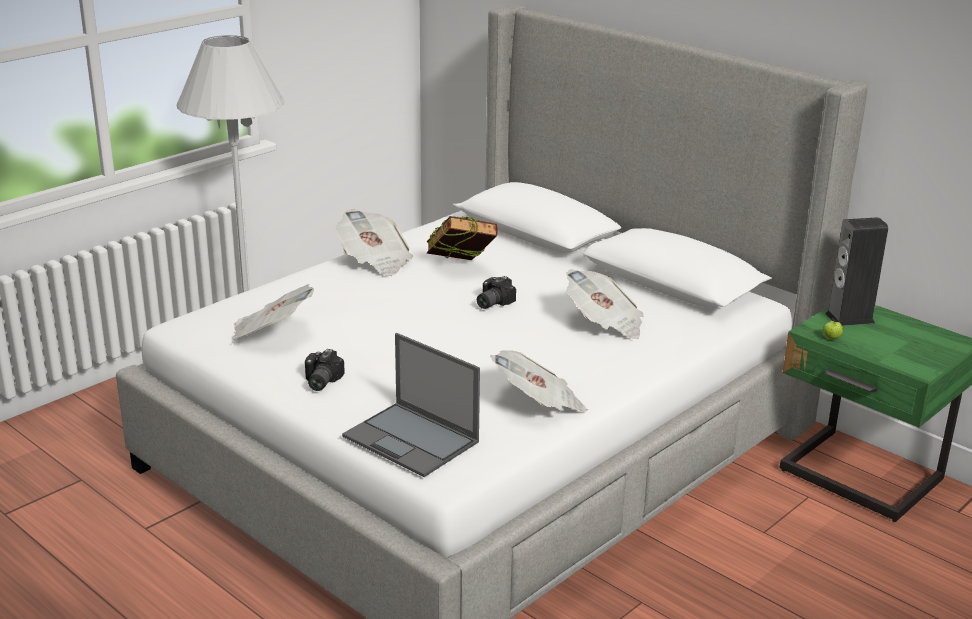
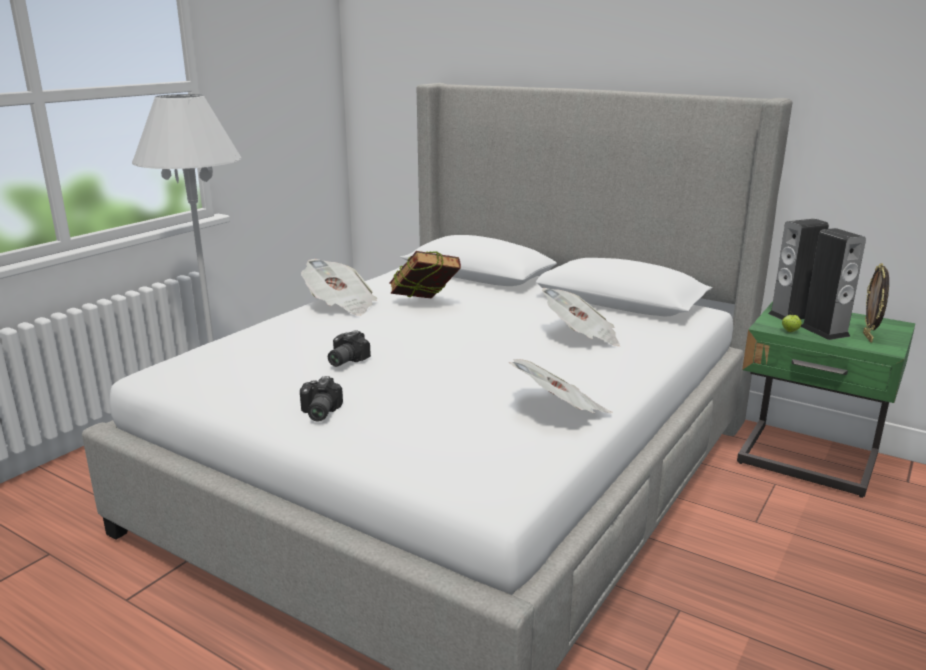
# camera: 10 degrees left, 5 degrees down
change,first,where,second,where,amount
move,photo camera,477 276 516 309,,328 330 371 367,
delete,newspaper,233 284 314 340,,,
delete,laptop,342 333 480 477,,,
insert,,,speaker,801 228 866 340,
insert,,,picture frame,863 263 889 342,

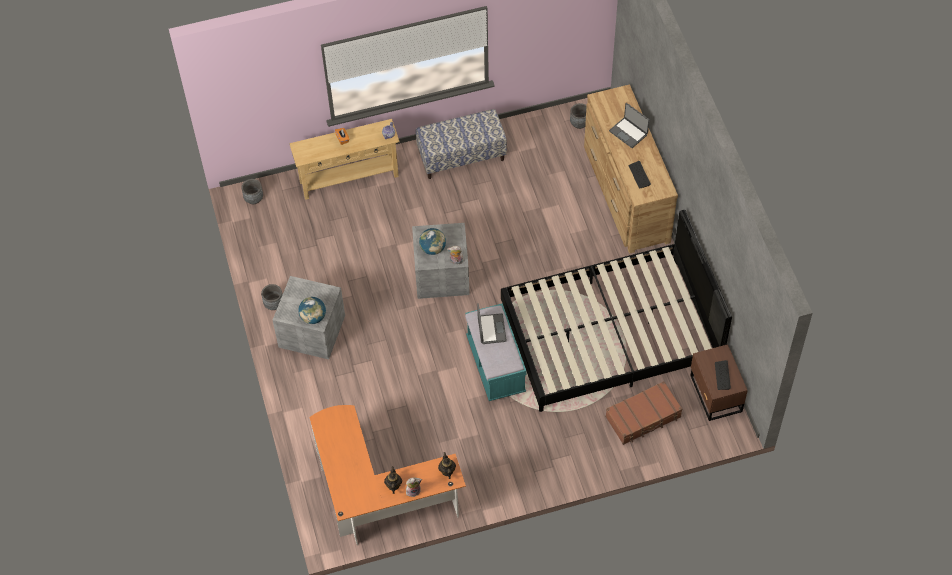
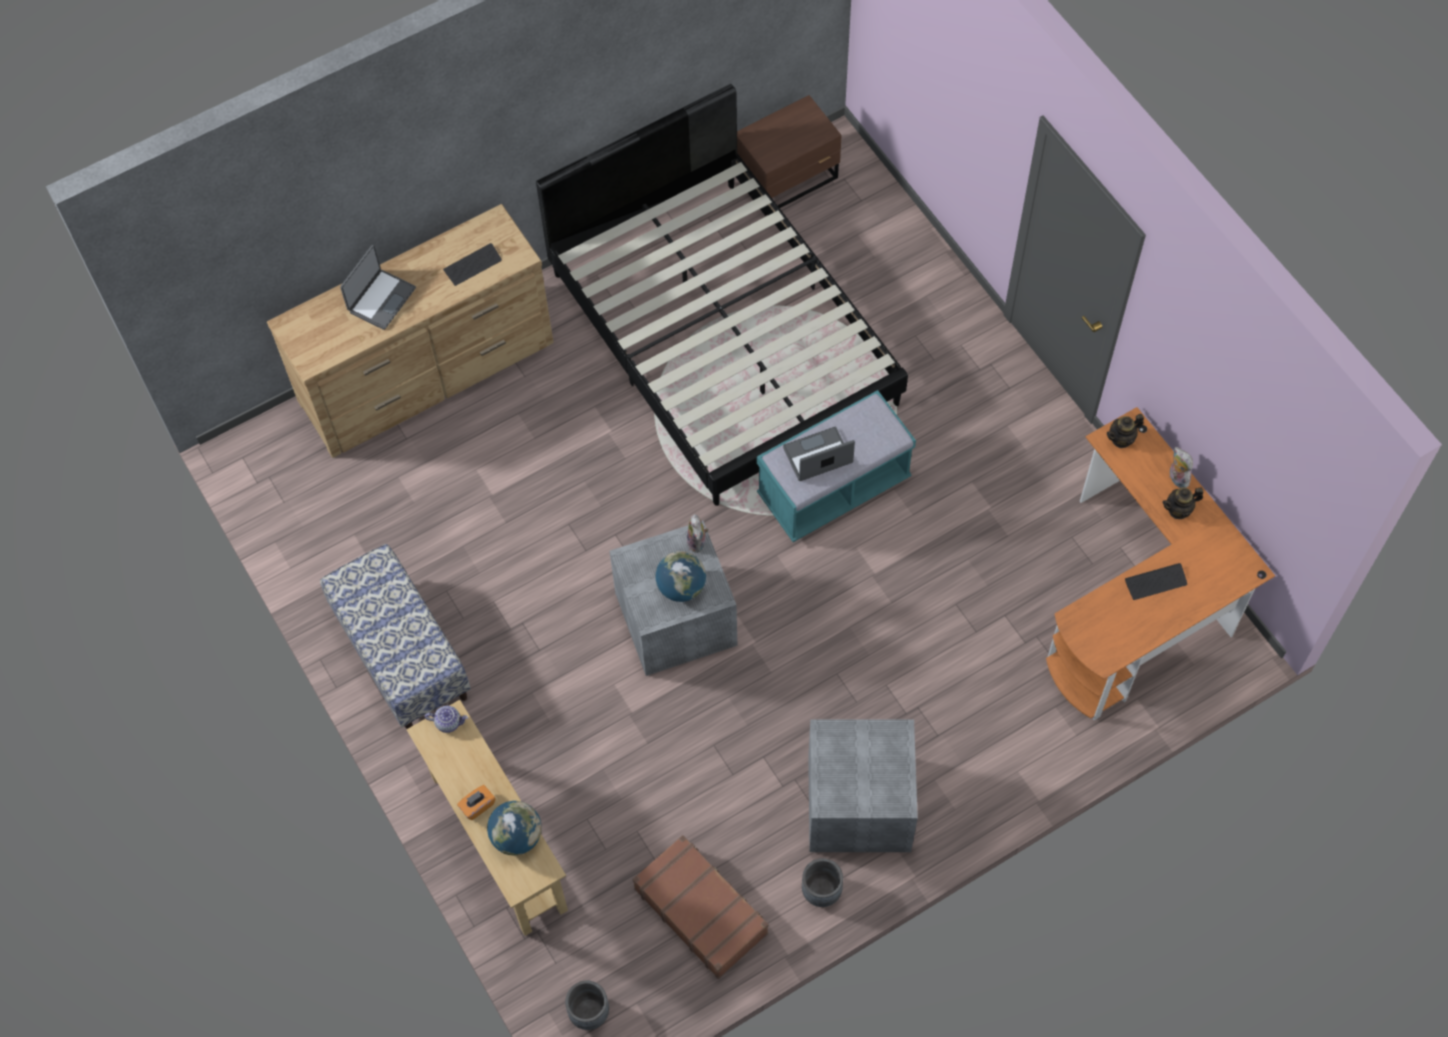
# camera: 105 degrees left, 5 degrees up
change,first,where,second,where,amount
delete,grey planter,570 103 587 129,,,
move,globe,298 297 326 324,,487 801 542 855,
move,keyboard,715 360 731 390,,1125 563 1187 600,
move,brown suitcase,605 381 682 445,,632 835 769 979,

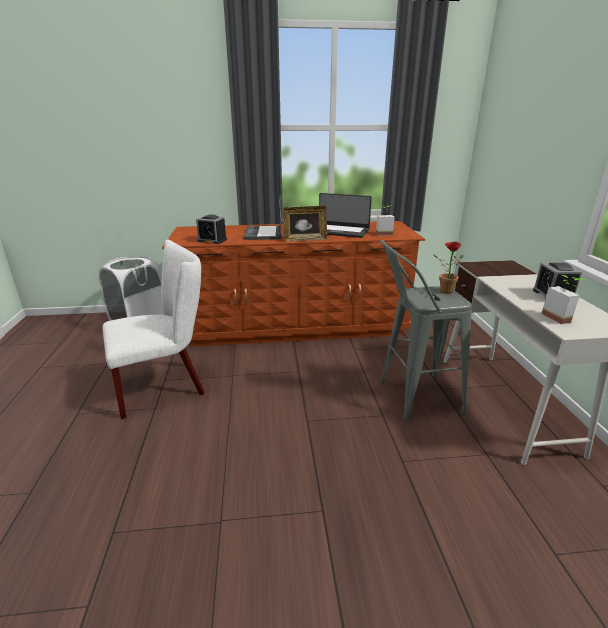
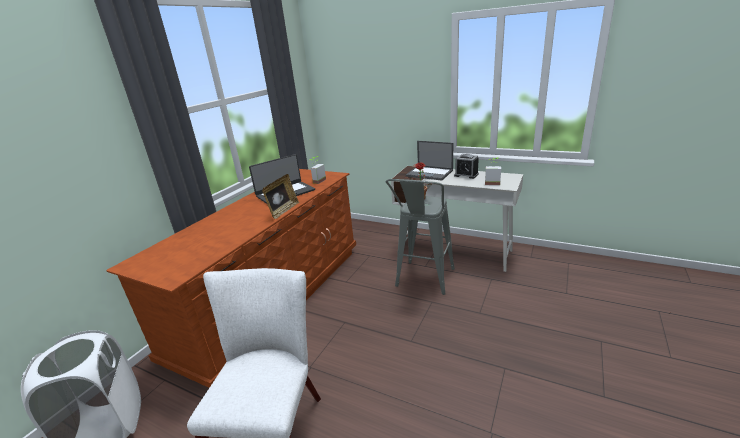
# camera: 55 degrees left, 0 degrees up
change,first,where,second,where,amount
move,laptop,243 195 281 240,,406 141 453 181,
delete,alarm clock,196 215 227 244,,,

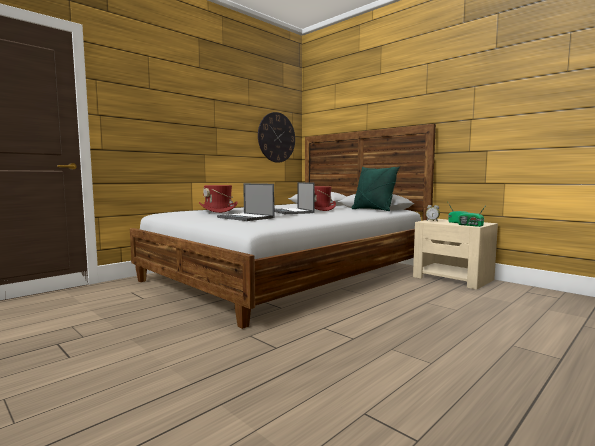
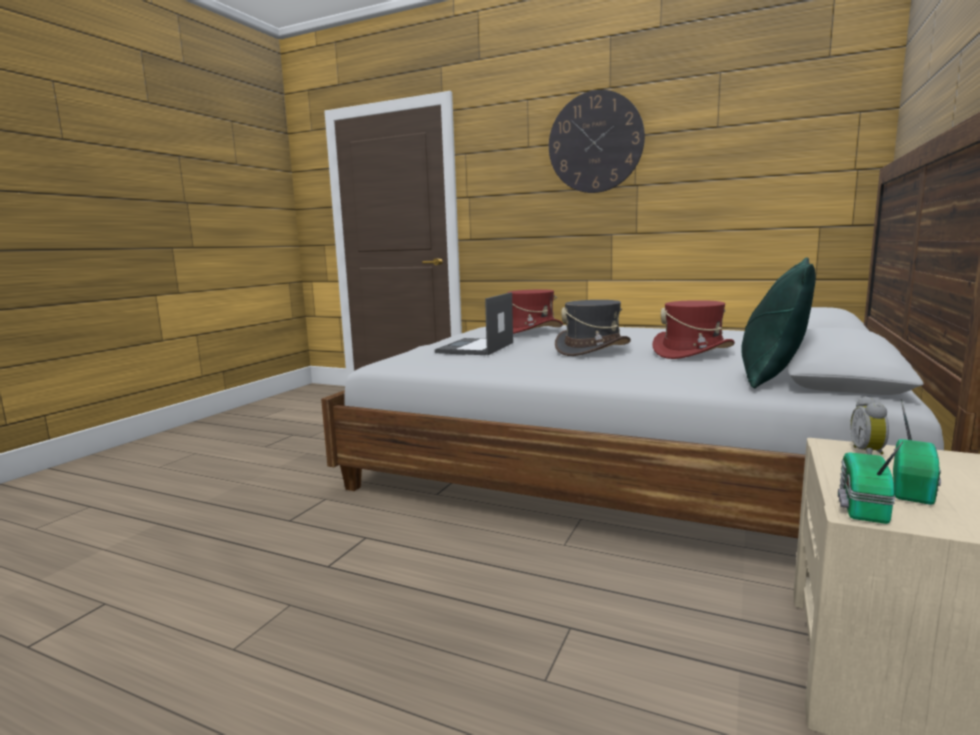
# camera: 70 degrees right, 5 degrees up
change,first,where,second,where,amount
move,wall clock,258 112 295 163,,549 90 645 193,
replace,laptop,274 182 315 214,grey hat,555 300 631 356,

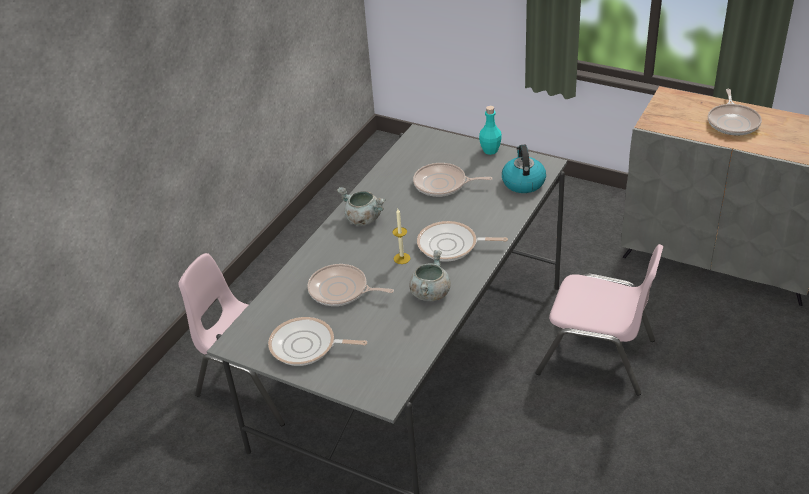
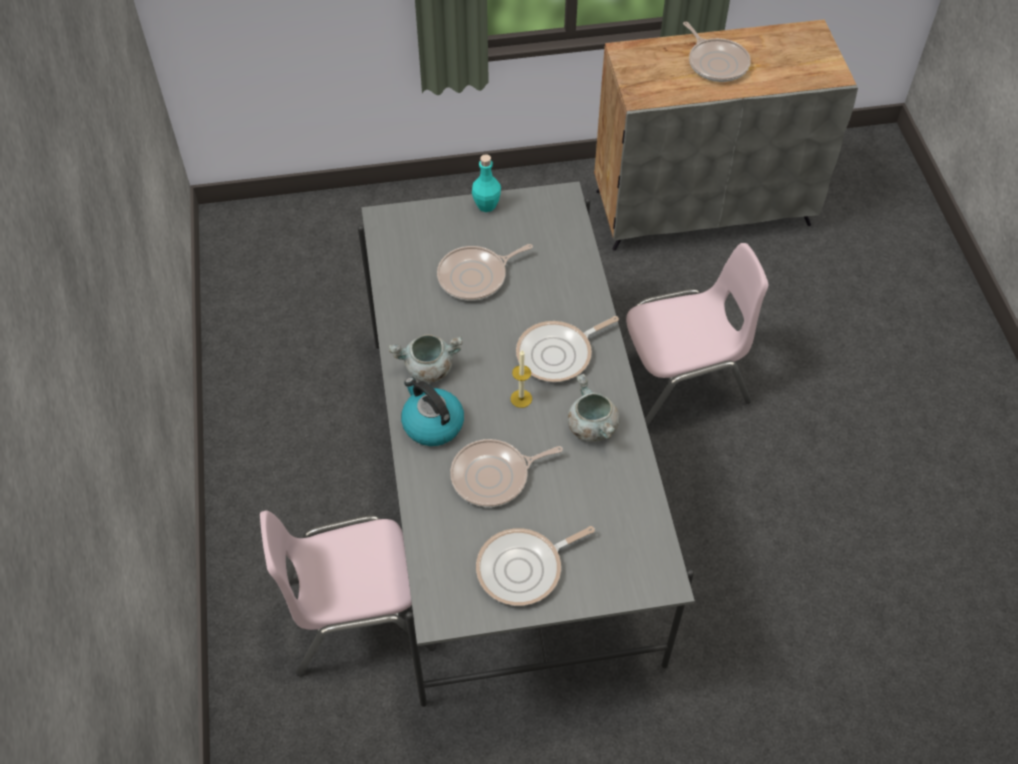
# camera: 40 degrees left, 15 degrees up
change,first,where,second,where,amount
move,kettle,502 145 546 193,,401 377 464 446,

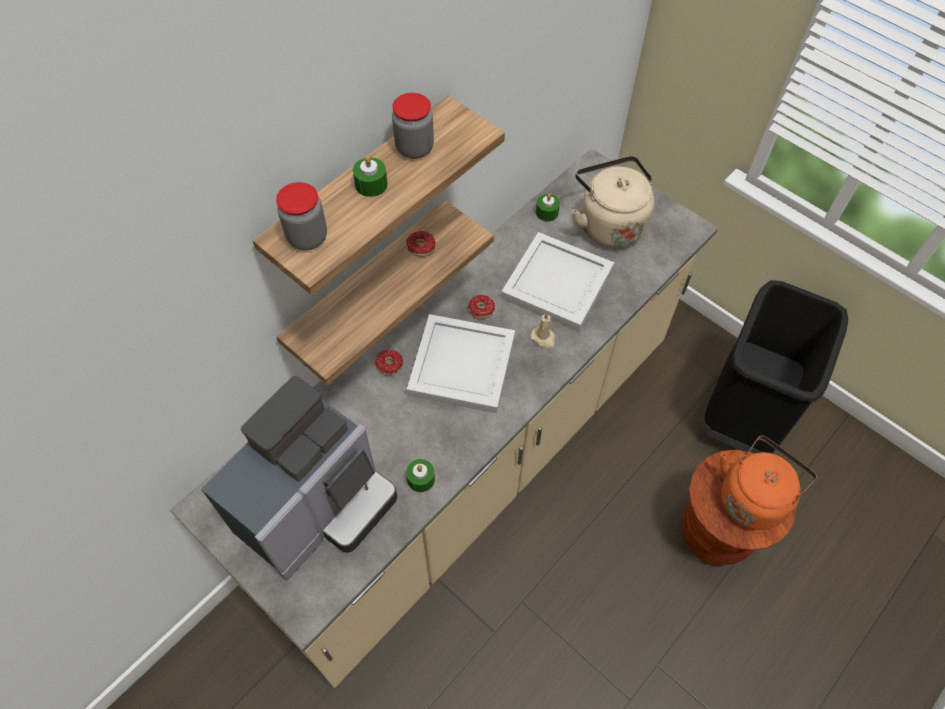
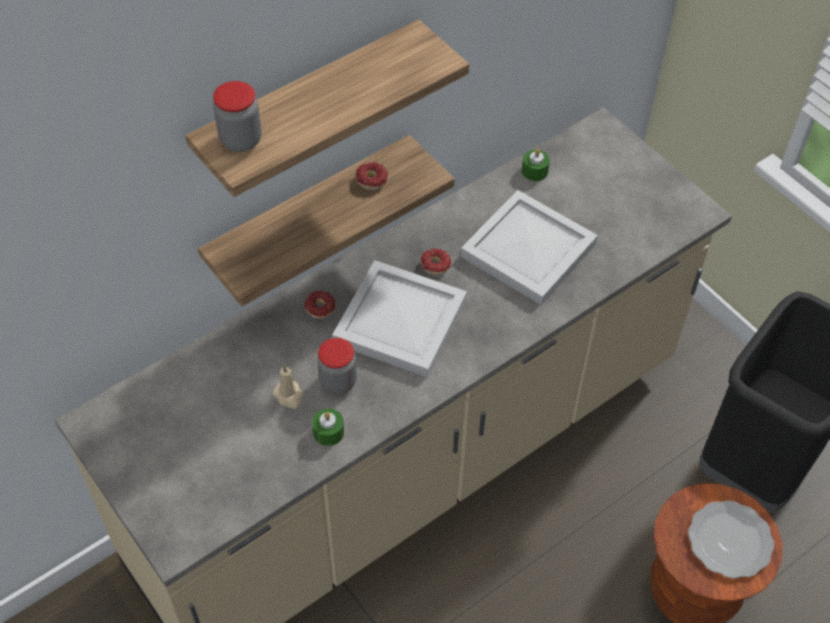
# camera: 10 degrees right, 5 degrees down
change,first,where,second,where,amount
move,jar,392 93 434 159,,317 338 357 394,
delete,green candle,353 156 388 197,,,
delete,beige kettle,572 156 655 248,,,
move,beige candle,531 313 555 348,,273 365 303 409,
delete,coffee machine,201 376 397 580,,,
replace,orange kettle,720 436 817 530,plate,688 500 774 579,

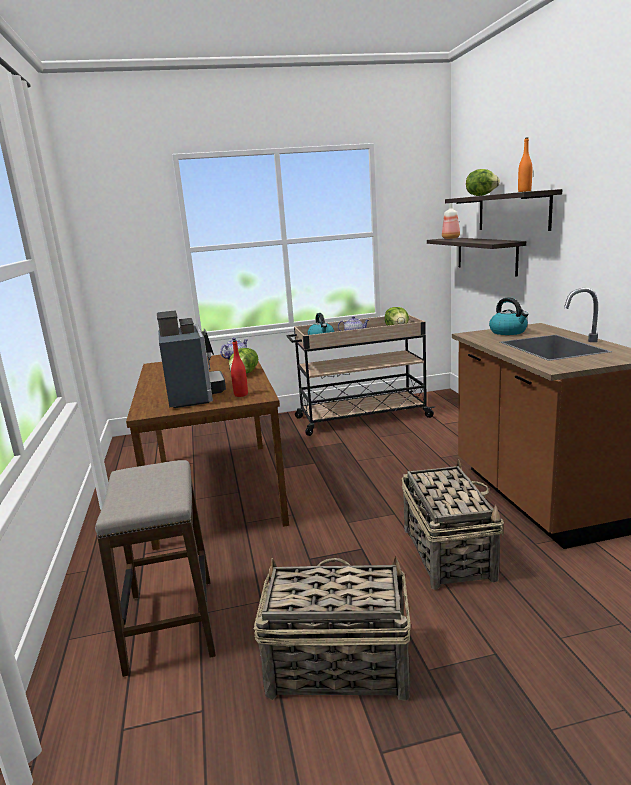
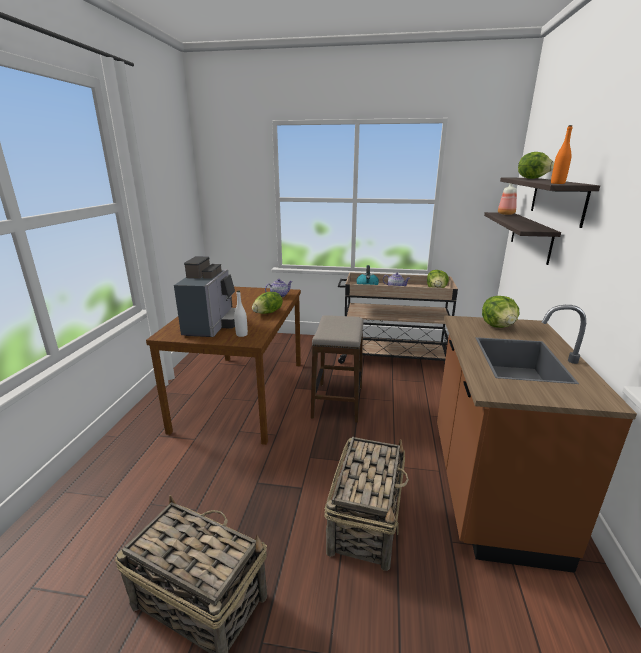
# camera: 20 degrees right, 5 degrees up
change,first,where,second,where,amount
replace,kettle,489 297 529 335,lettuce,482 296 519 328,
recolor,red bottle,231 340 248 397,white bottle,234 291 248 337,
move,stool,95 460 216 677,,311 315 364 423,

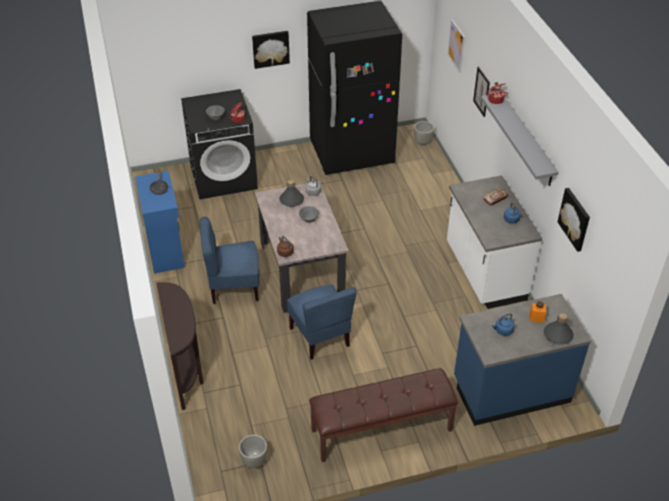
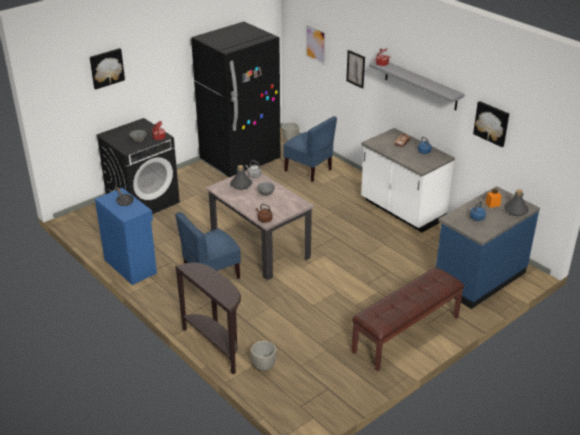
# camera: 25 degrees left, 10 degrees down
change,first,where,second,where,amount
move,picture,252 31 290 69,,90 48 125 89,
move,blue chair,287 285 357 360,,283 116 337 182,
move,grey planter,238 435 267 468,,251 341 276 371,

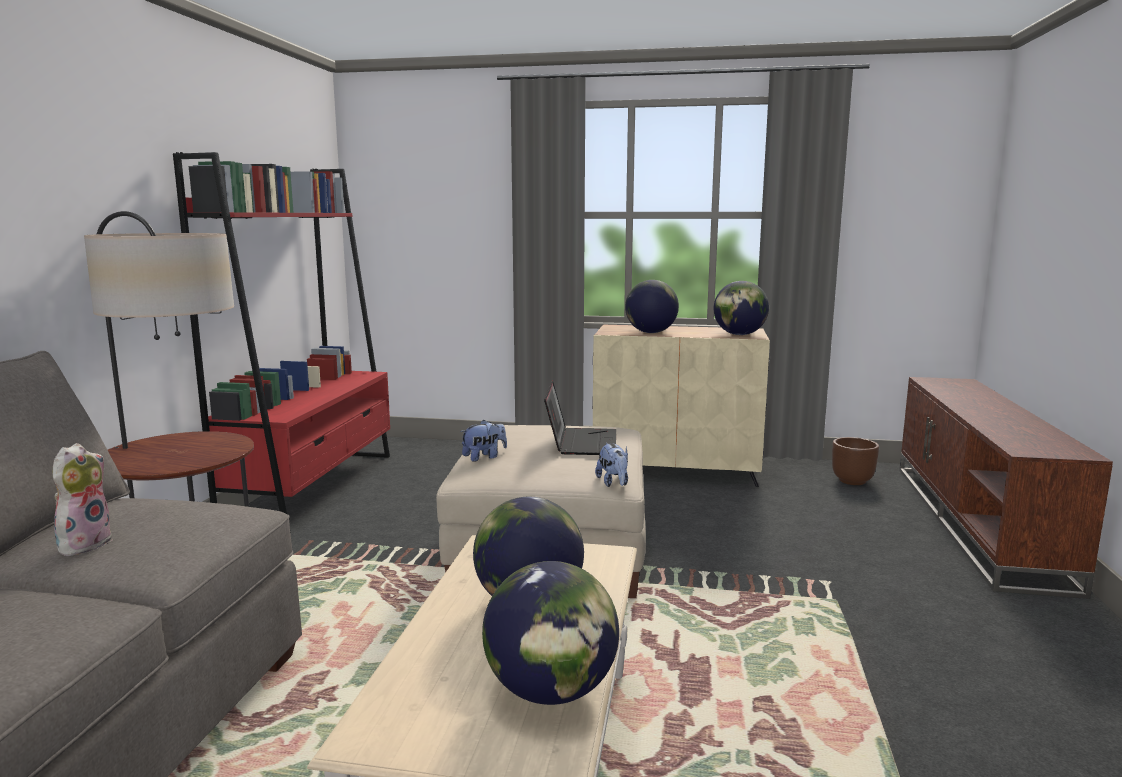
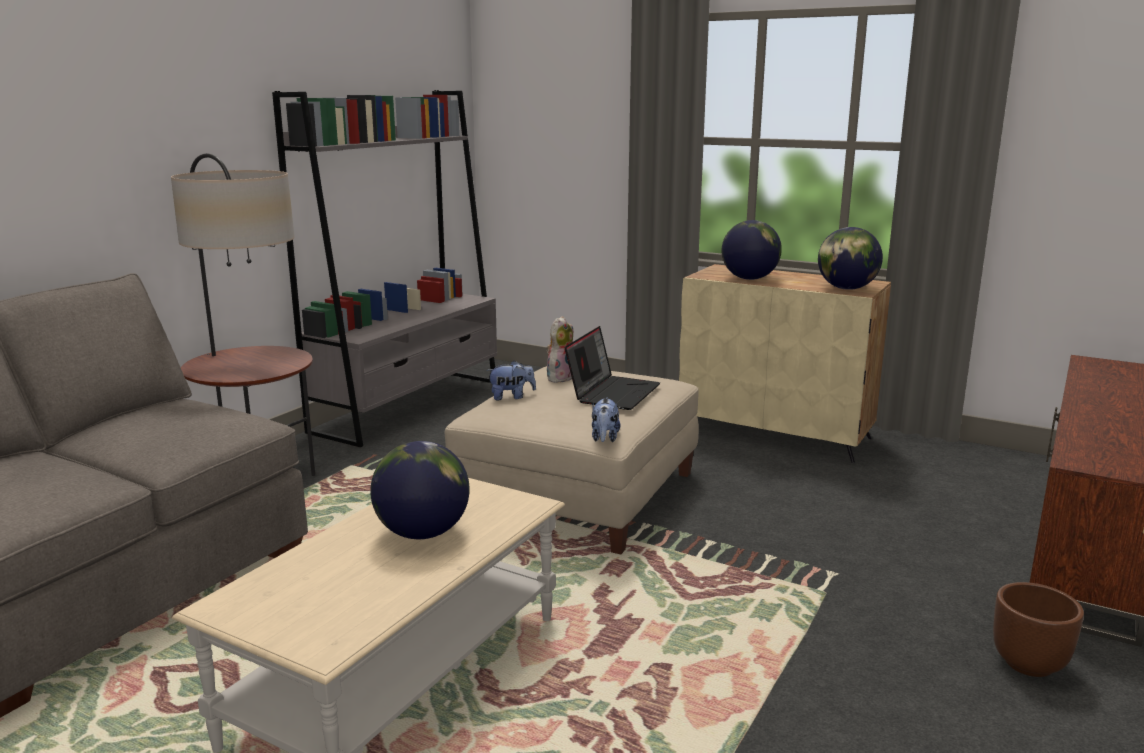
# camera: 20 degrees right, 5 degrees up
change,first,where,second,where,amount
recolor,red bookcase,173 152 390 534,grey bookcase,272 90 497 447,
move,brown planter,832 437 879 485,,993 582 1084 677,
move,plush toy,53 443 113 556,,546 316 573 383,
delete,globe,482 561 619 705,,,

